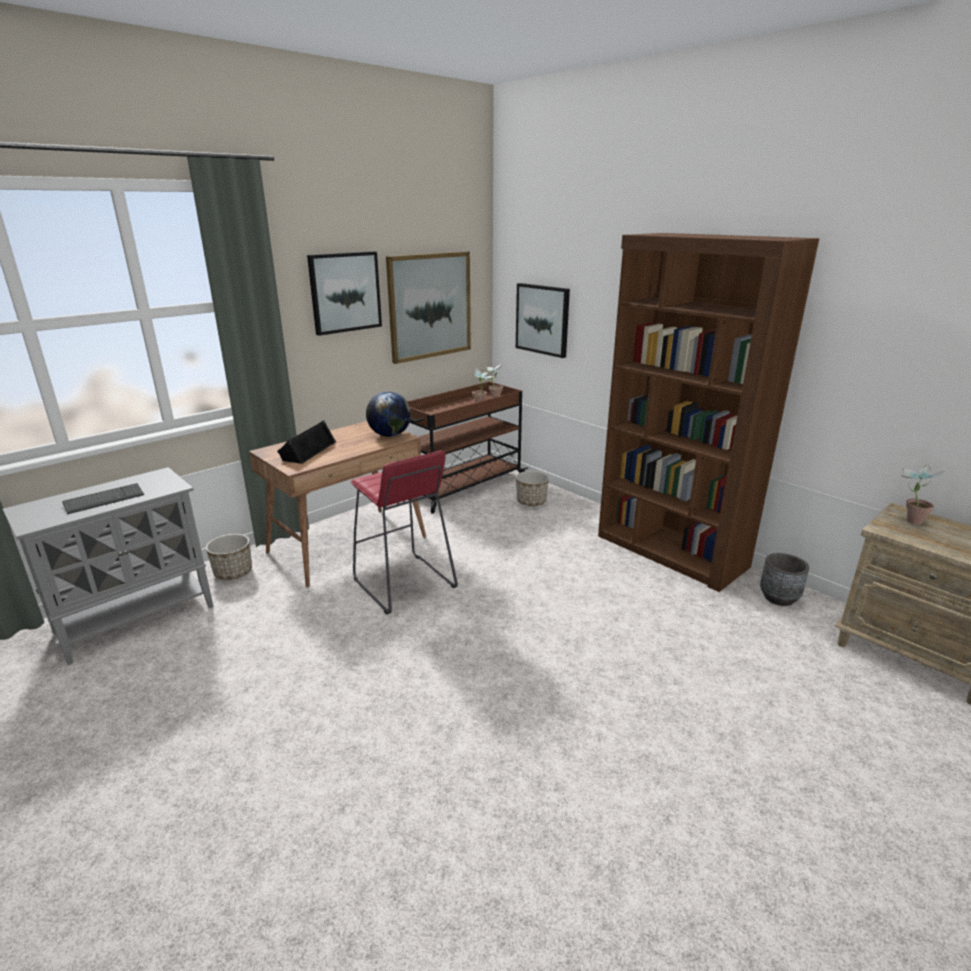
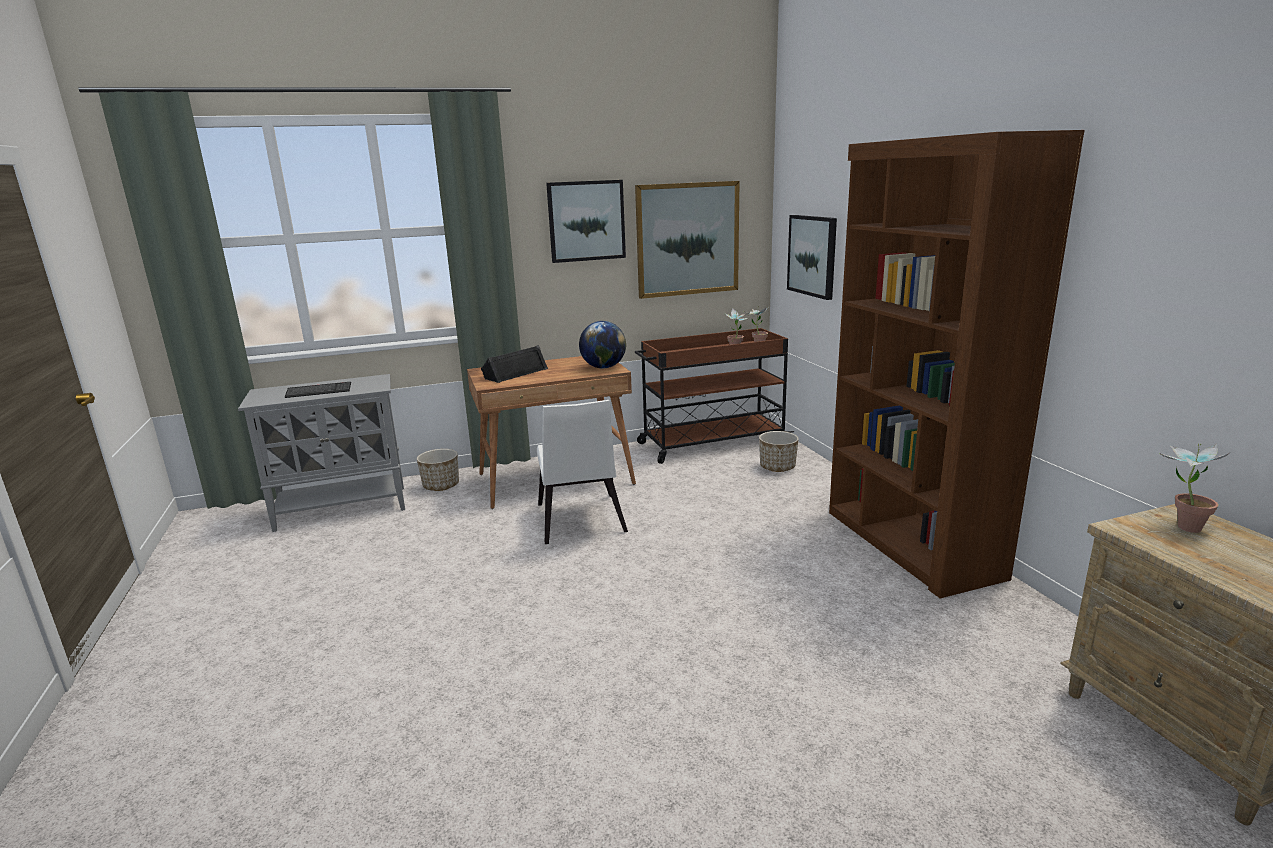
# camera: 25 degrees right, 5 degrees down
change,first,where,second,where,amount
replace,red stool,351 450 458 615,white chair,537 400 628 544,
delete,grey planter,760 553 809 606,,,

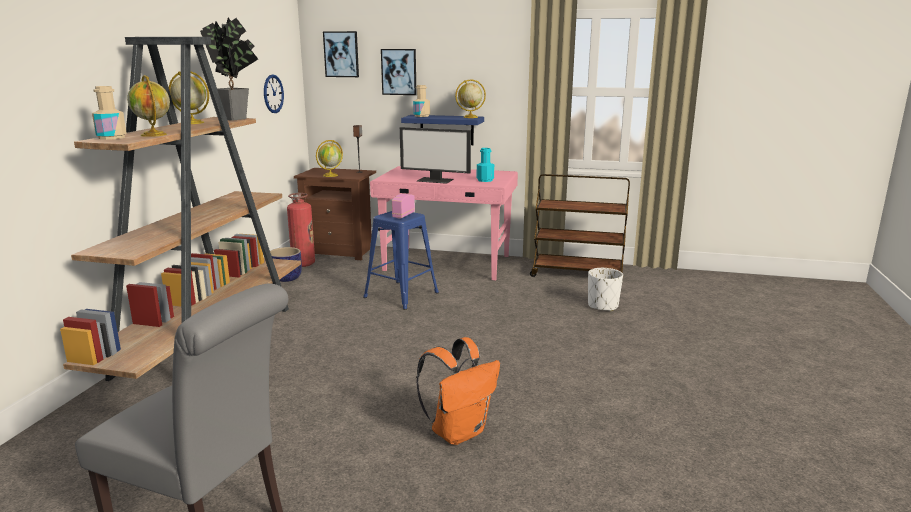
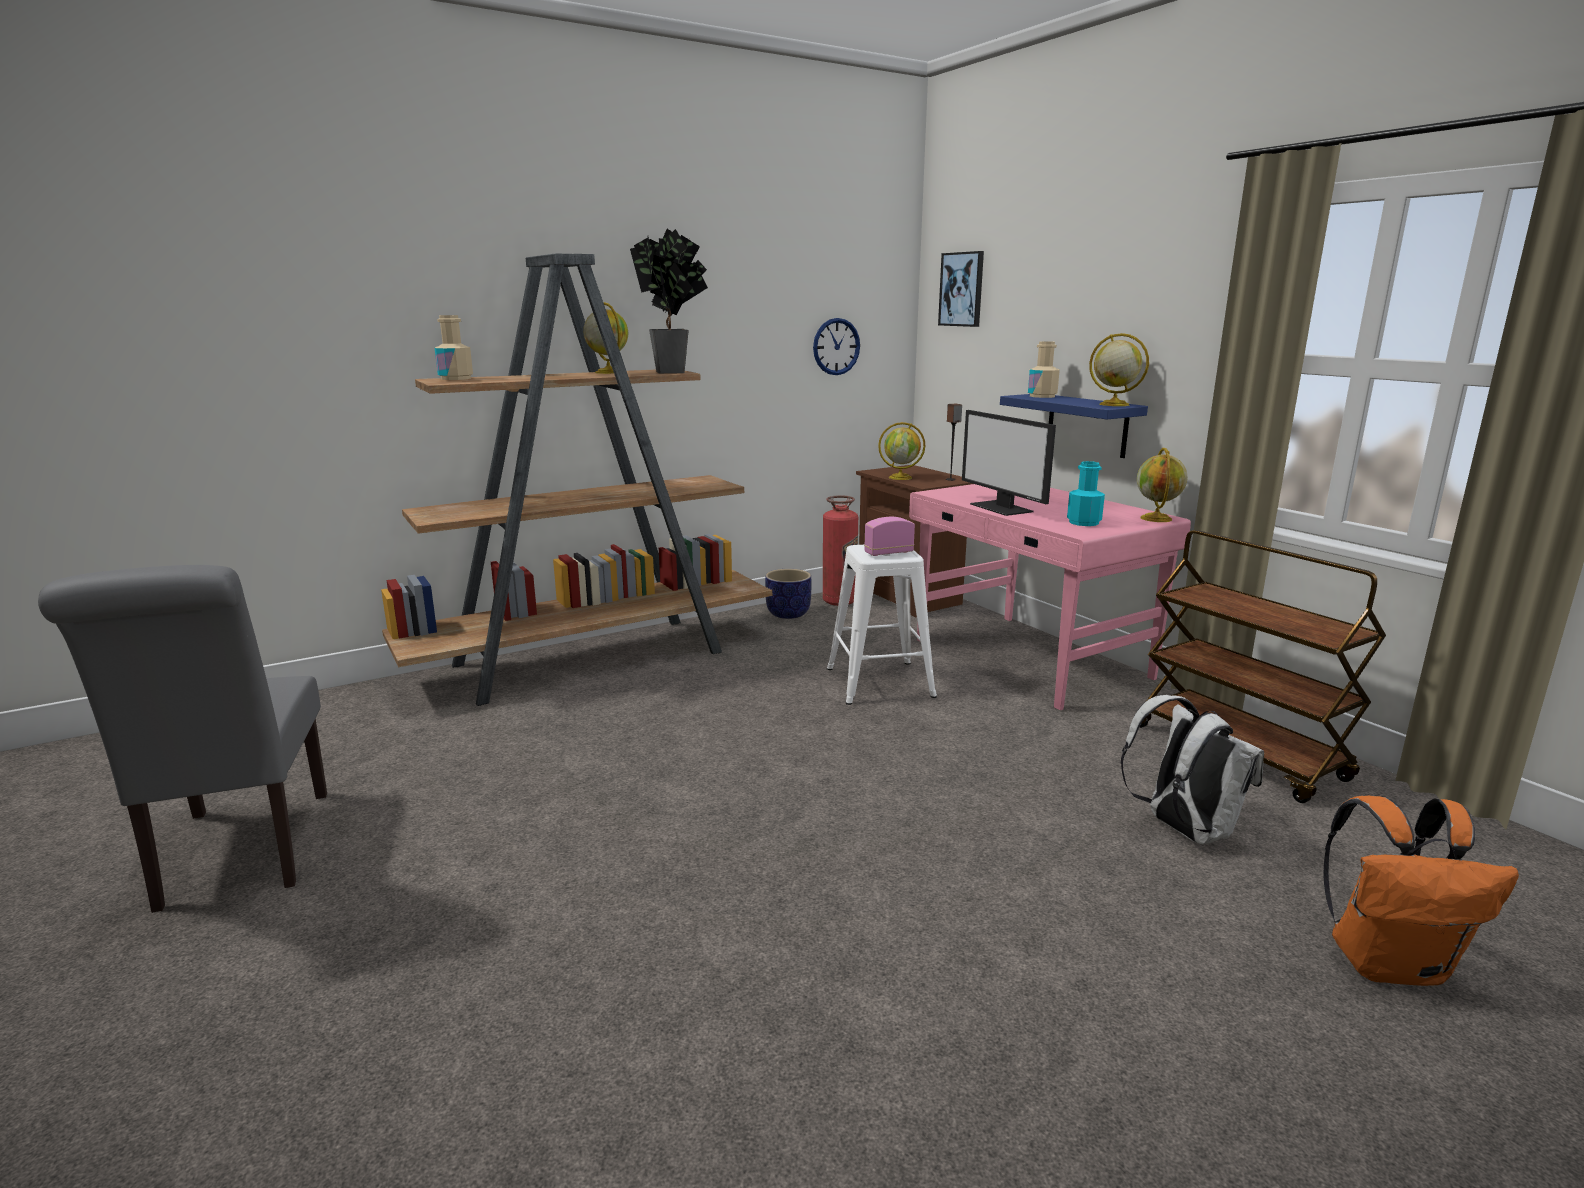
# camera: 45 degrees right, 0 degrees up
change,first,where,second,where,amount
delete,picture,381 49 417 95,,,
move,globe,127 75 170 137,,1137 448 1188 522,
recolor,blue stool,363 211 439 310,white stool,827 545 937 705,
replace,white planter,588 268 623 312,white backpack,1121 695 1264 844,
move,orange backpack,416 337 500 445,,1323 796 1519 986,

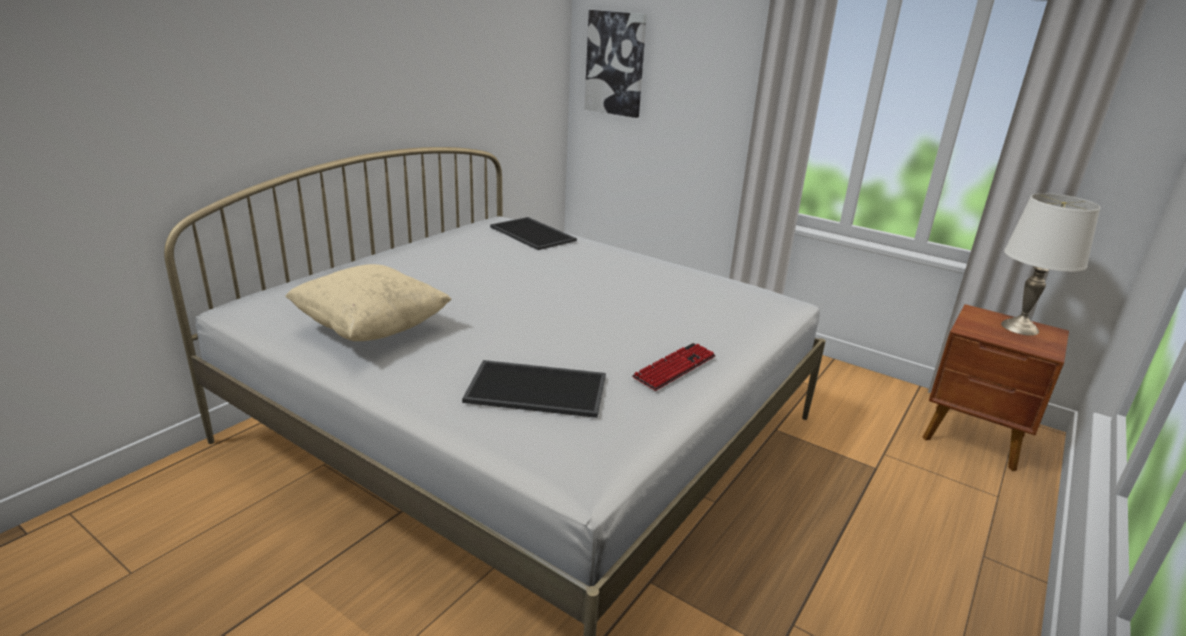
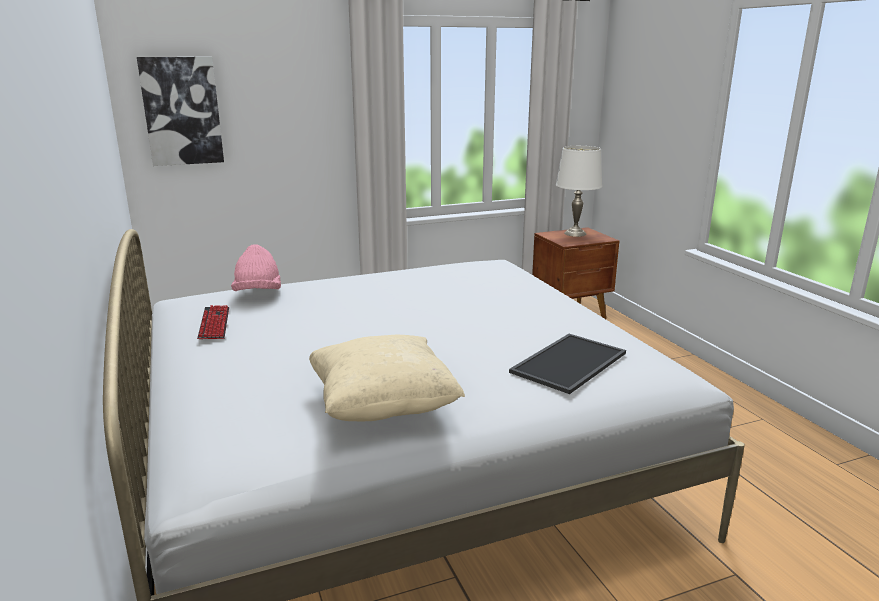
# camera: 55 degrees left, 5 degrees down
change,first,where,second,where,amount
replace,tray,490 217 577 250,pink hat,231 244 281 291,
move,keyboard,632 343 716 391,,197 305 229 339,

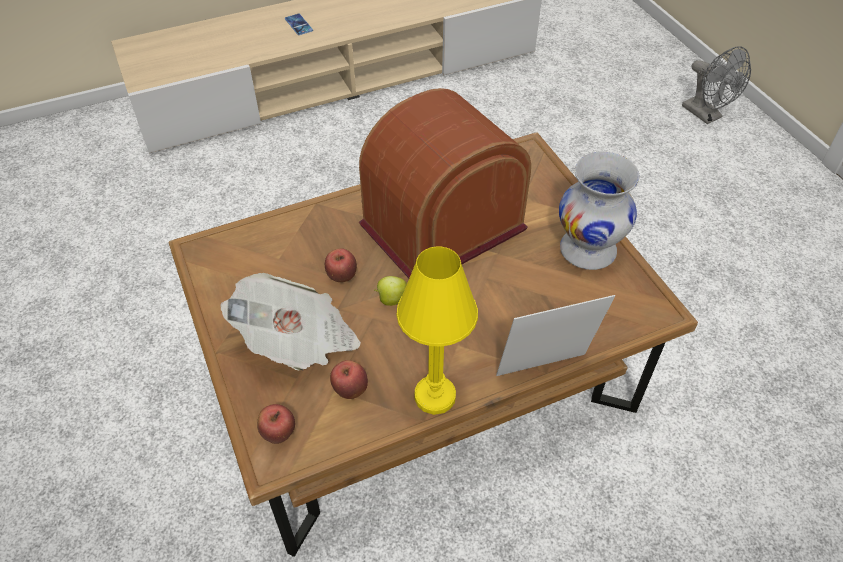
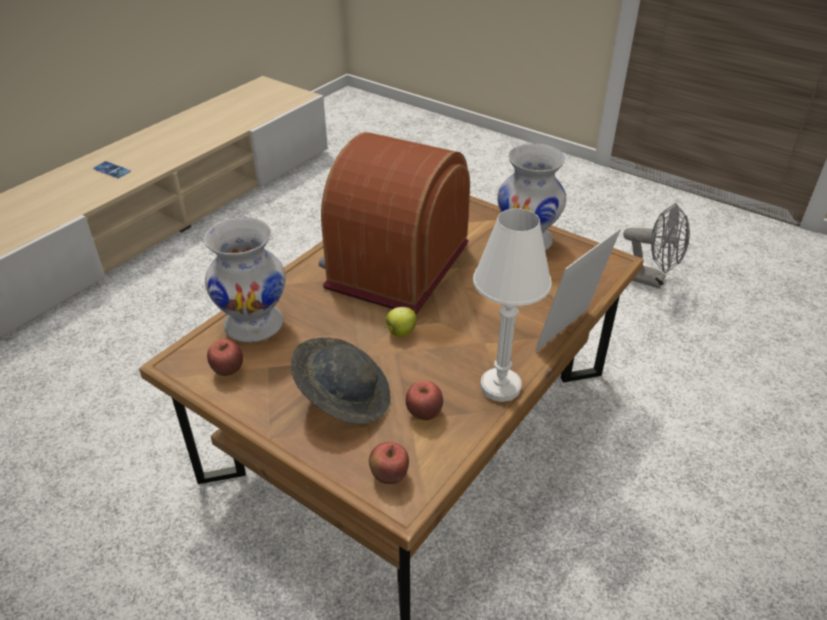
# camera: 30 degrees left, 10 degrees down
change,first,where,second,where,amount
move,grey fan,682 46 751 124,,623 203 690 289,
recolor,yellow table lamp,396 246 478 415,white table lamp,473 208 552 402,
move,apple,325 248 357 282,,207 339 243 376,
replace,newspaper,220 273 361 370,grey hat,291 338 391 425,
insert,,,white vase,204 217 286 342,

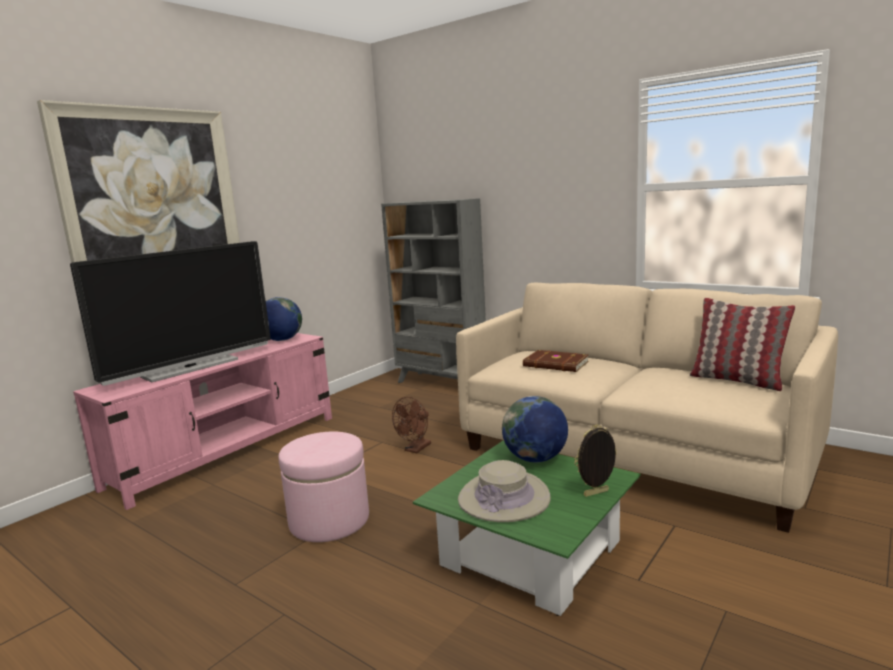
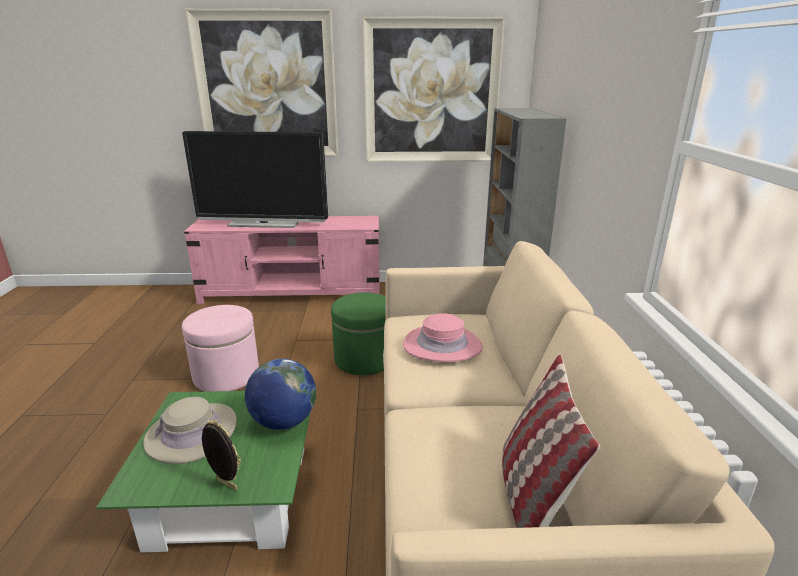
# camera: 50 degrees right, 10 degrees up
change,first,where,second,where,amount
delete,globe,266 297 302 341,,,
replace,brown book,523 350 589 372,pink hat,403 313 483 362,
replace,brown fan,392 397 431 453,green ottoman,331 292 386 375,
insert,,,picture,362 17 505 162,

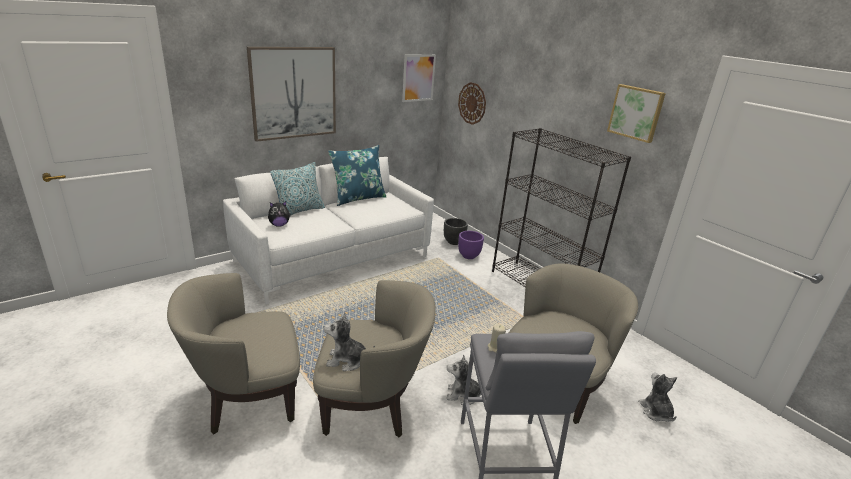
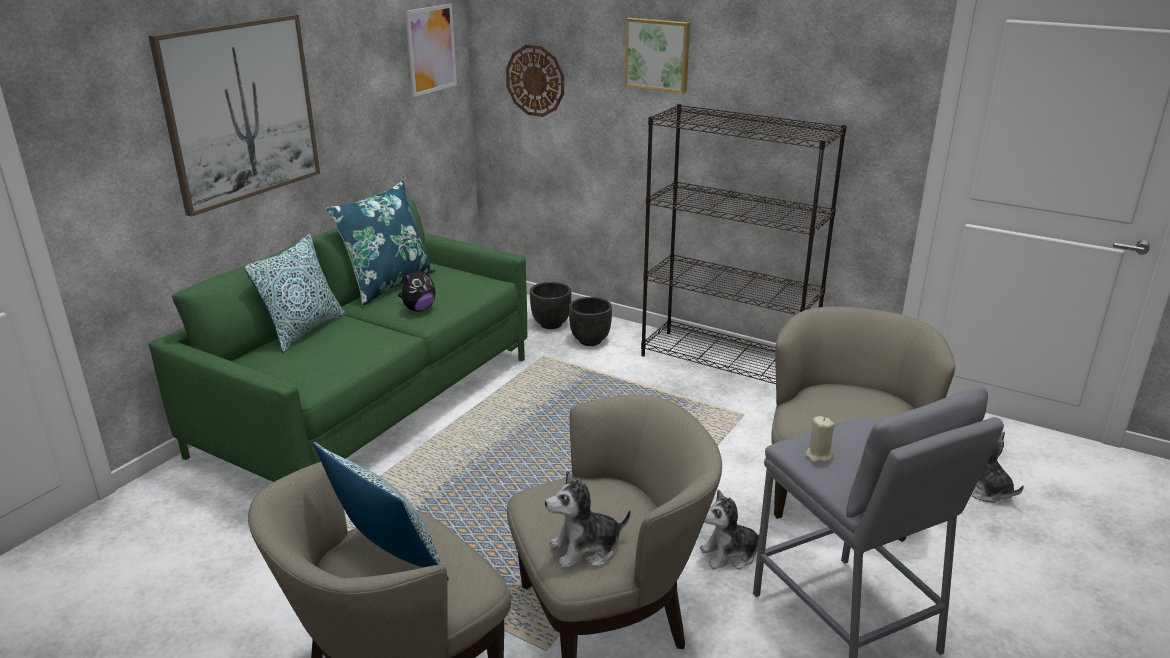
# camera: 20 degrees left, 0 degrees up
change,first,where,second,where,amount
move,picture,607 84 666 143,,625 18 690 93,
recolor,white sofa,223 157 434 305,green sofa,149 200 527 482,
move,plush toy,268 201 291 227,,398 266 436 312,
recolor,purple planter,458 231 484 259,black planter,569 297 612 346,
insert,,,pillow,313 442 449 581,

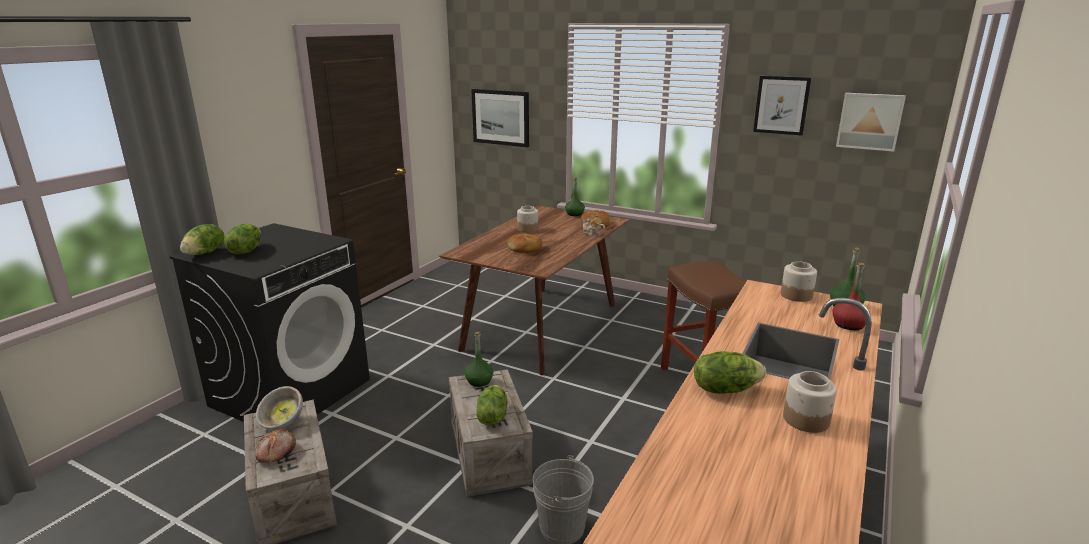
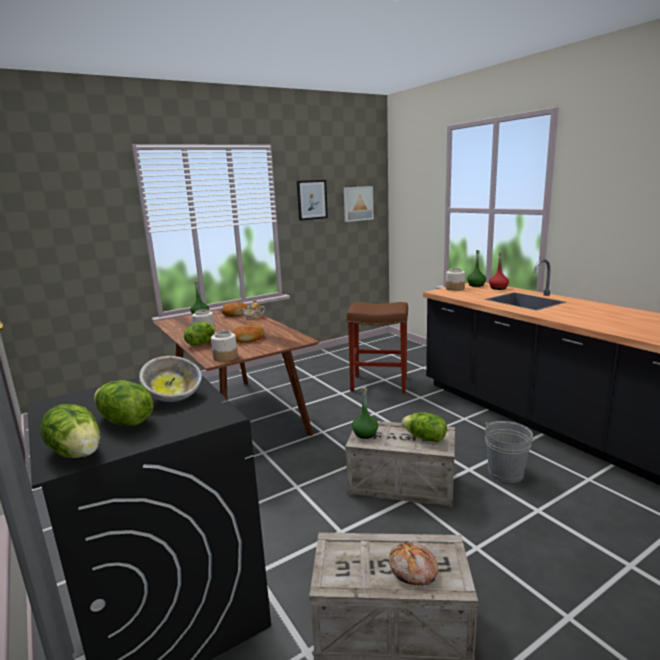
# camera: 60 degrees left, 5 degrees down
change,first,where,second,where,amount
delete,picture,471 89 529 147,,,
move,lettuce,694 351 766 394,,184 322 215 346,
move,jar,783 371 837 433,,211 330 238 362,
move,bowl,256 386 303 430,,139 356 202 402,

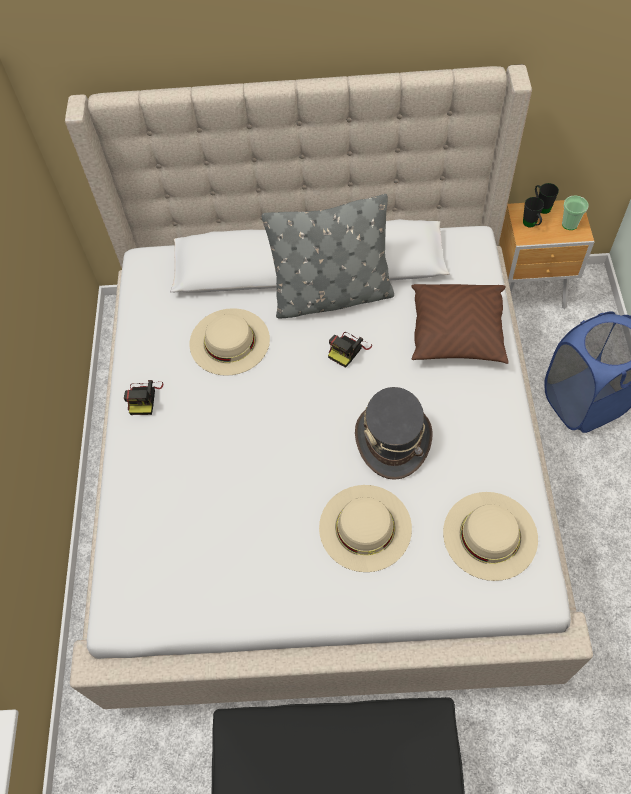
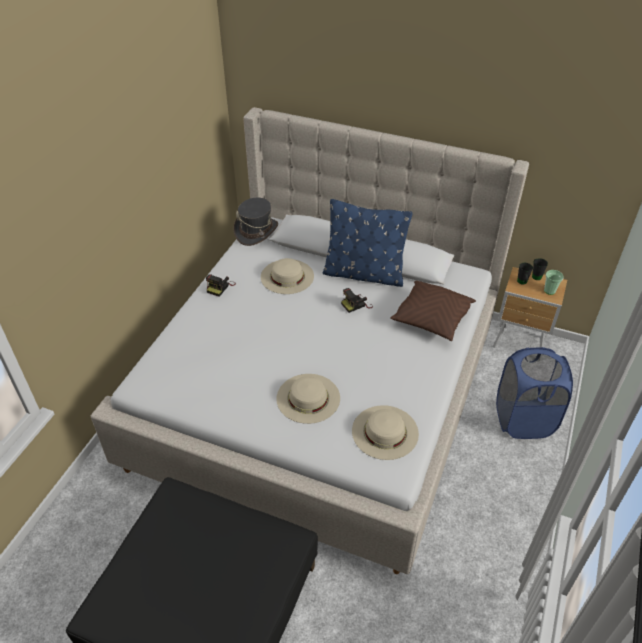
# camera: 20 degrees right, 15 degrees down
change,first,where,second,where,amount
recolor,grey pillow,261 194 394 318,blue pillow,323 199 413 287,
move,grey hat,355 387 433 480,,233 197 278 246,

